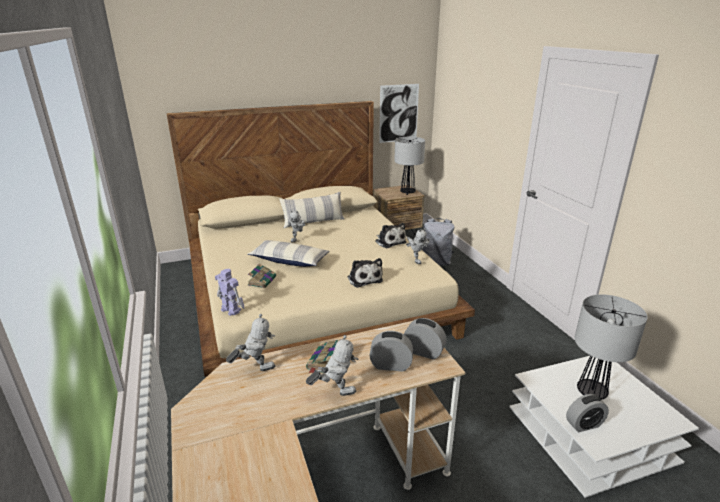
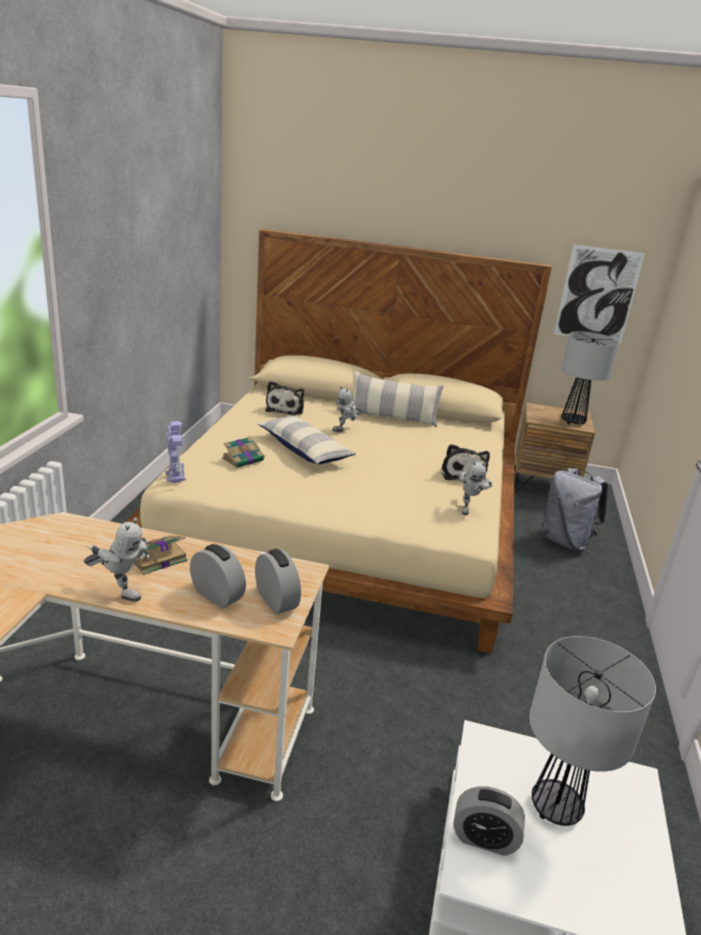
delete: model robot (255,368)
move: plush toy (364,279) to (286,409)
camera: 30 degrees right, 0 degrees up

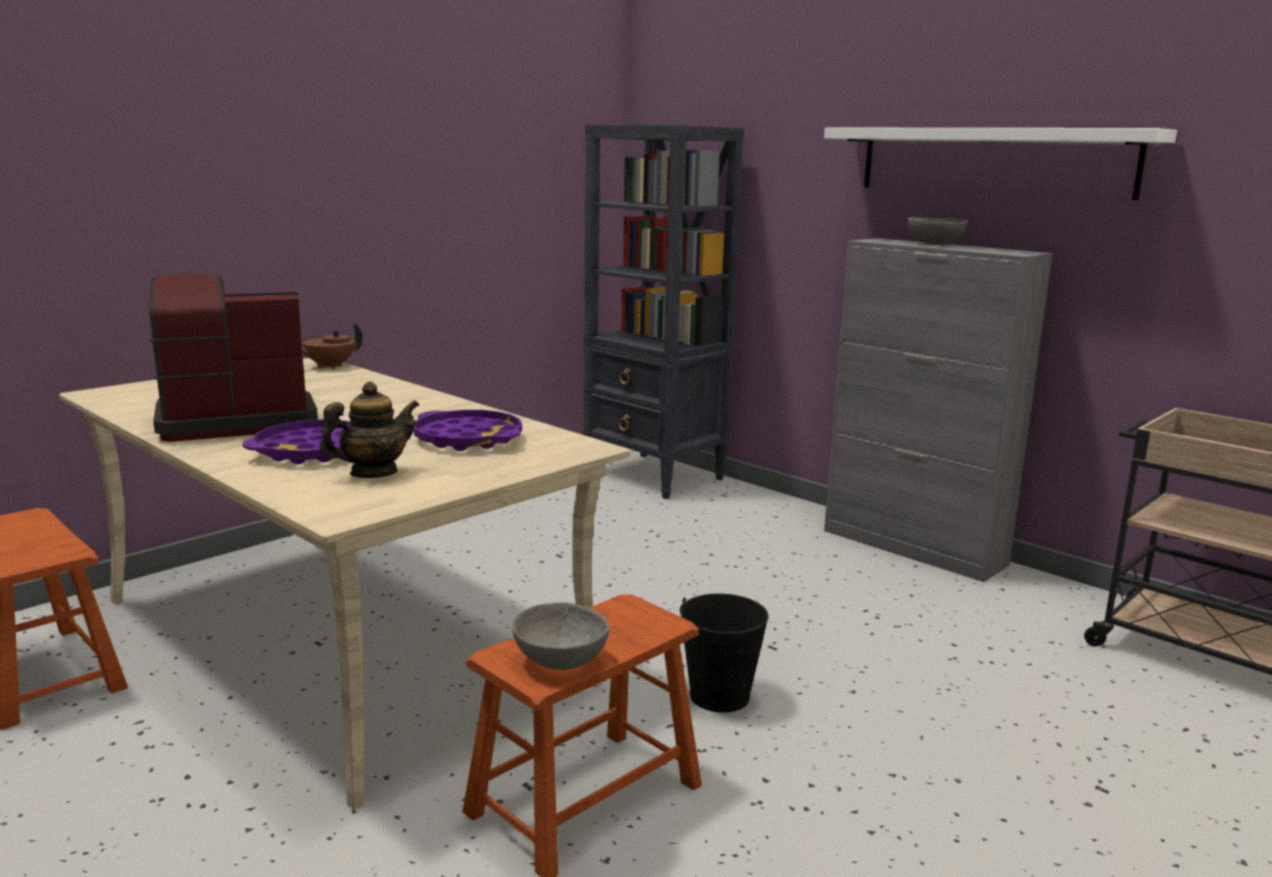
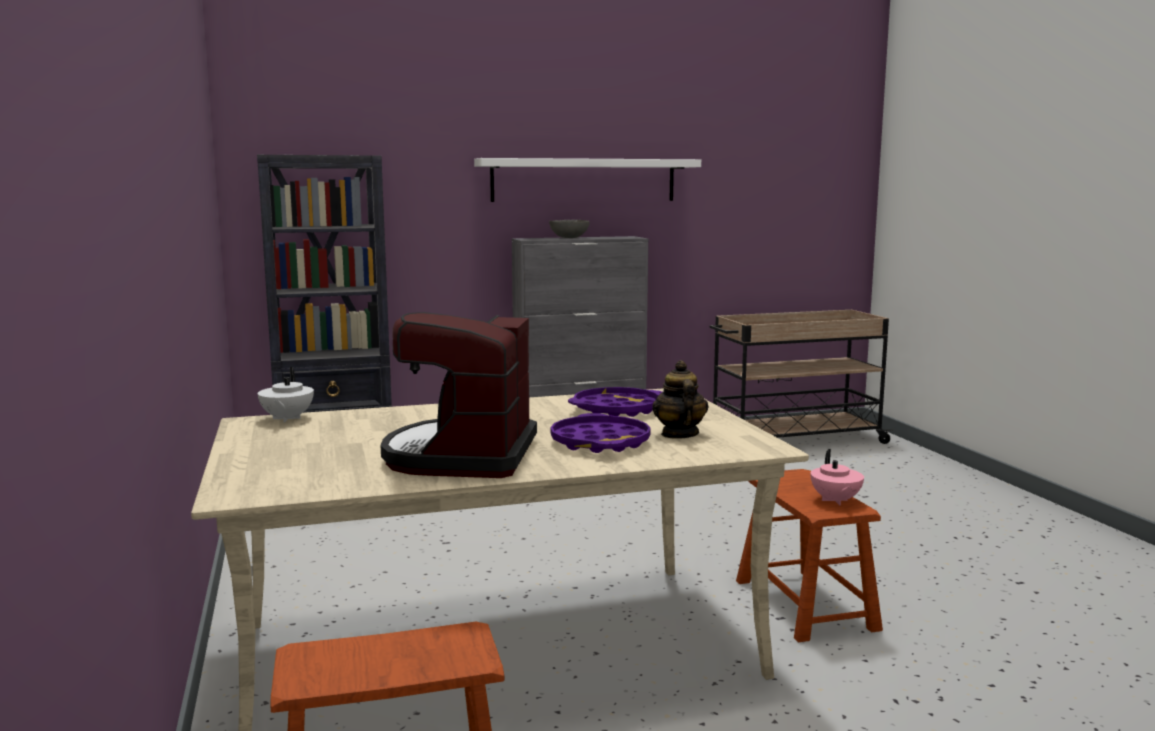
delete: blackish bucket (719,695)
replace: gray bowl (559,660) to pink-coloured teapot (835,501)
recolor: brown teapot (329,367) to white teapot (286,419)
camera: 60 degrees left, 5 degrees down

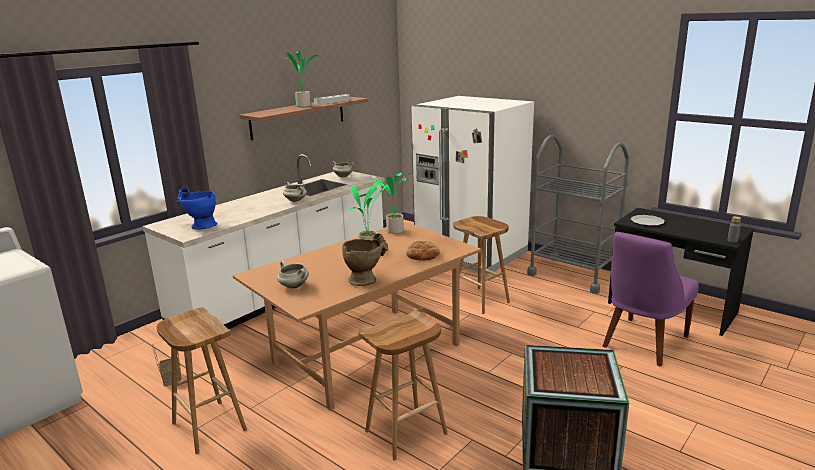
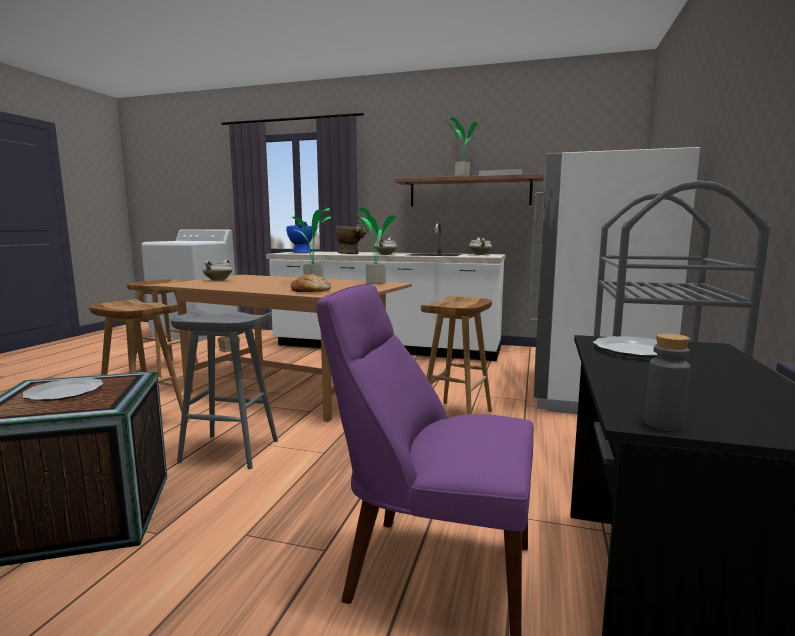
insert: gray stool (228,451); flat dish (65,392)
move: beige-coloured vase (366,279) to (351,254)
camera: 65 degrees right, 10 degrees down

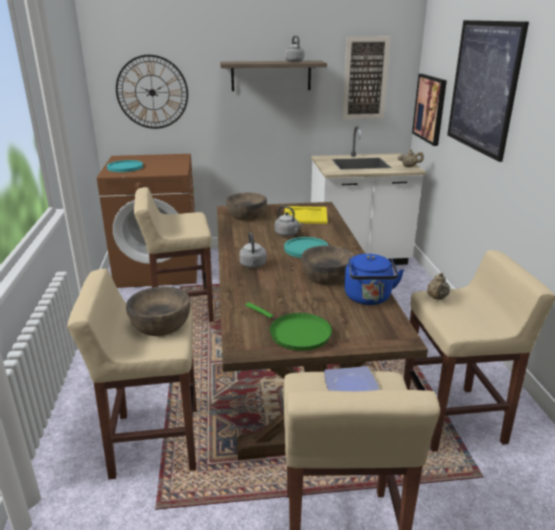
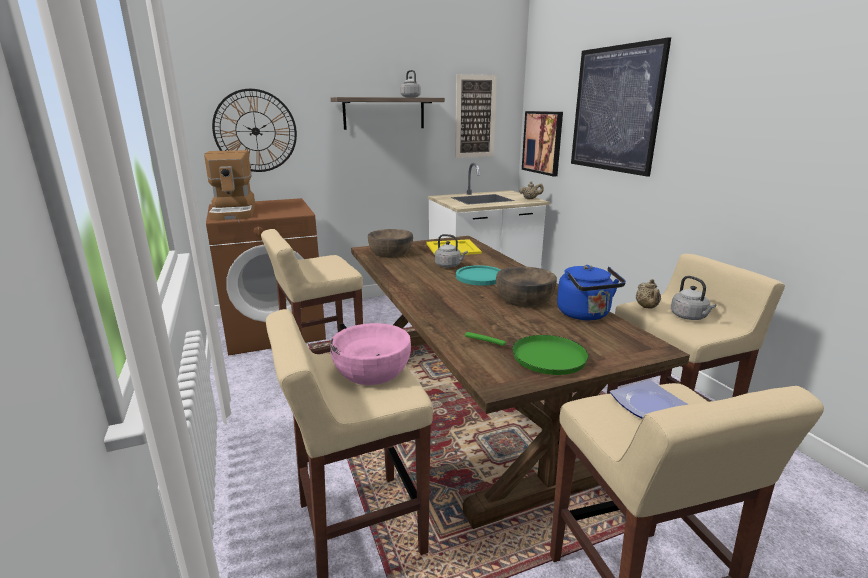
move: gray kettle (253,265) to (689,317)
replace: turquoise flat dish (125,167) to coffee maker (235,212)
recolor: brown bowl (160,324) to pink-coloured bowl (372,370)
camera: 15 degrees left, 5 degrees down

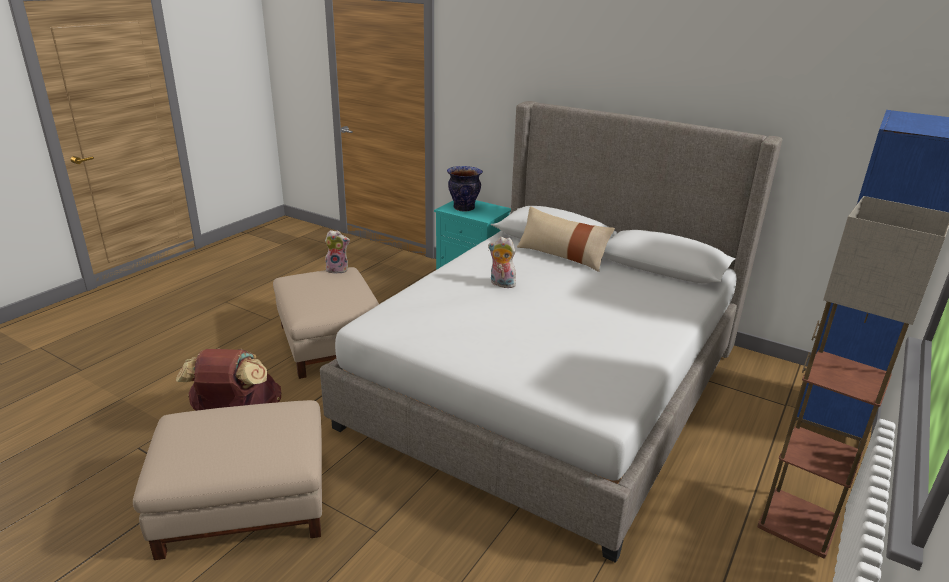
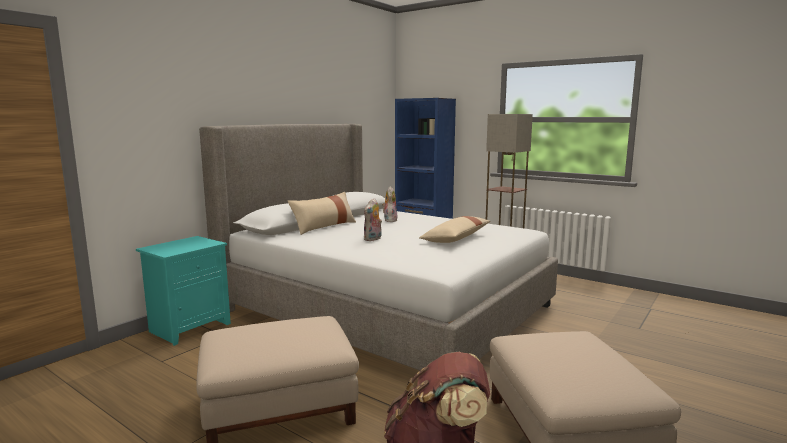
delete: vase (464,208)
insert: beige-coloured throw pillow (456,238)
move: plush toy (338,270) to (389,220)
camera: 85 degrees left, 15 degrees down

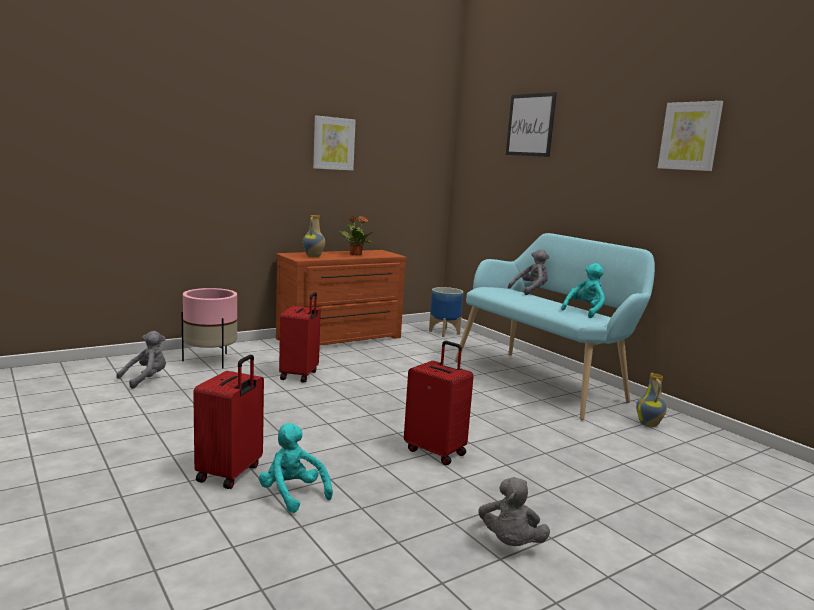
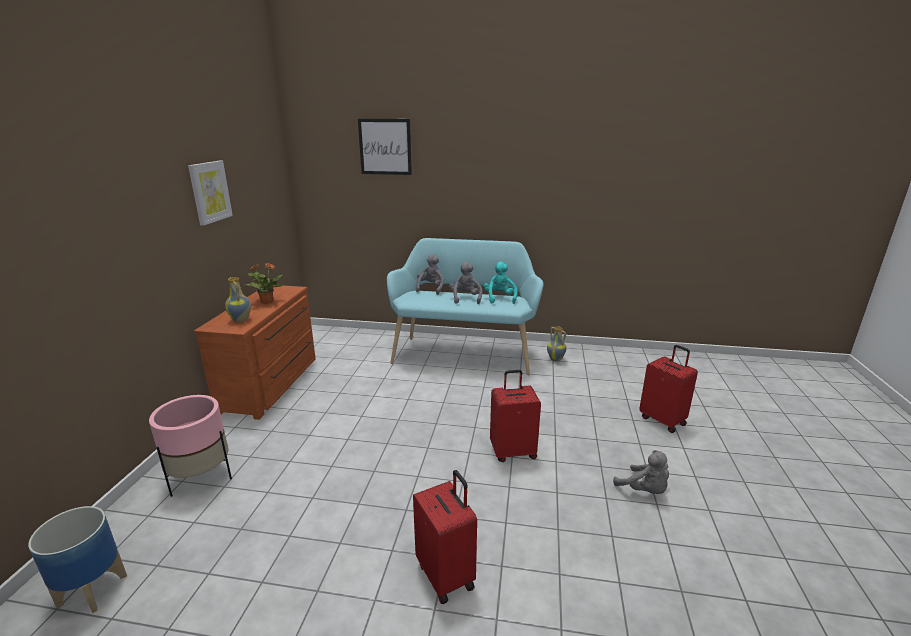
delete: picture (690,136); turquoise plush toy (292,494)
move: flower pot (443,332) to (91,590); red-coloured piece of luggage (300,375) to (663,420); gray plush toy (146,379) to (465,298)
camera: 45 degrees left, 10 degrees up

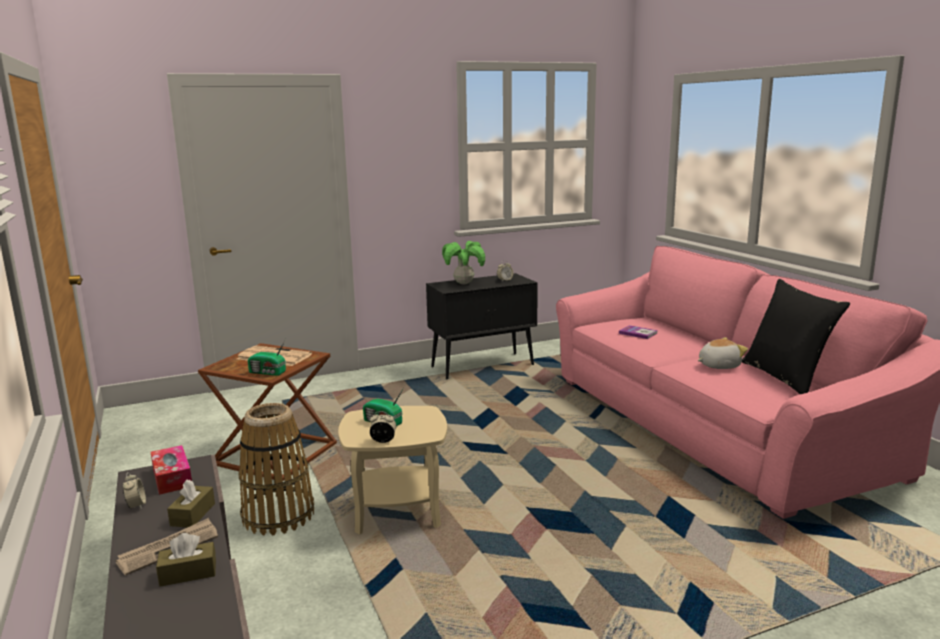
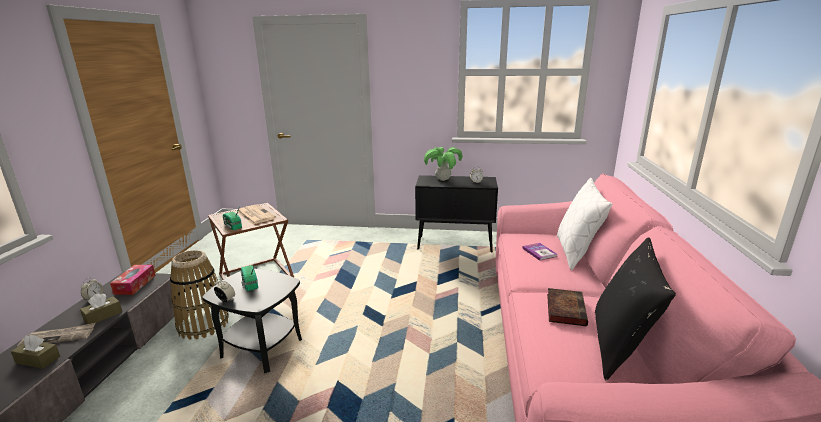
insert: white throw pillow (577,252)
replace: plush toy (718,366) to book (565,309)
recolor: beige-coloured side table (396,511) to blackish side table (261,348)
camera: 30 degrees right, 5 degrees up

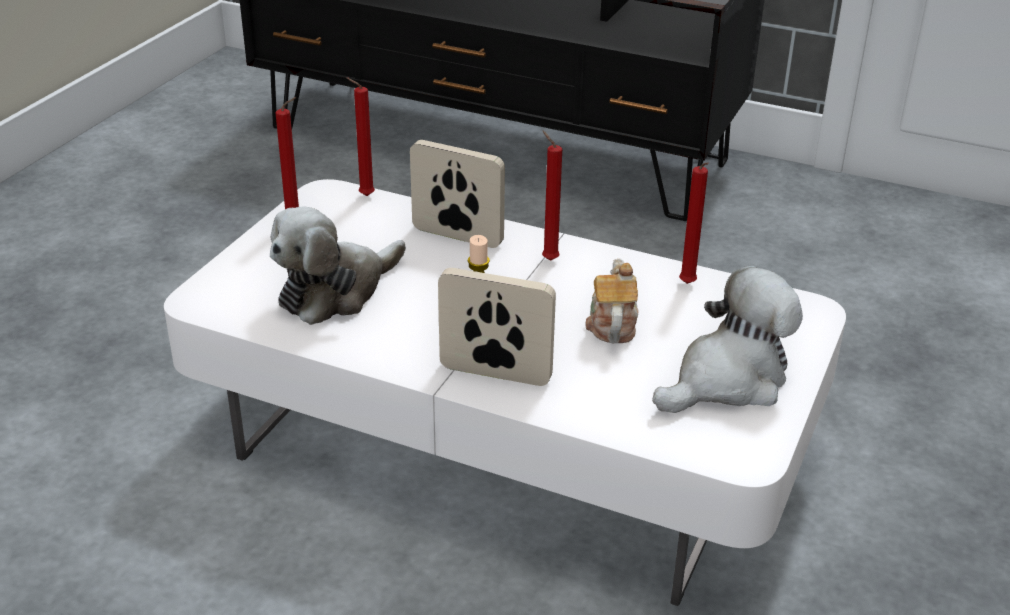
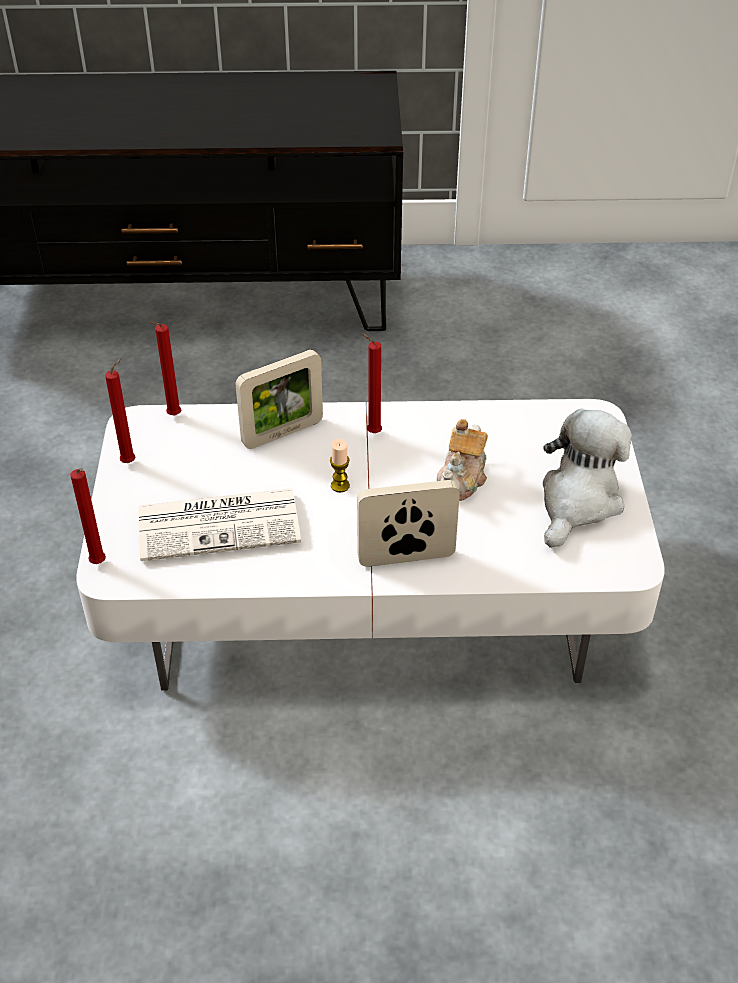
move: red-coloured wax light (688,285) to (99,564)
replace: plush toy (335,291) to newspaper (221,524)
rotate: picture frame (457,236) = (282,433) 150 degrees clockwise; teapot (612,324) = (462,479) 135 degrees counterclockwise
camera: 25 degrees left, 10 degrees up

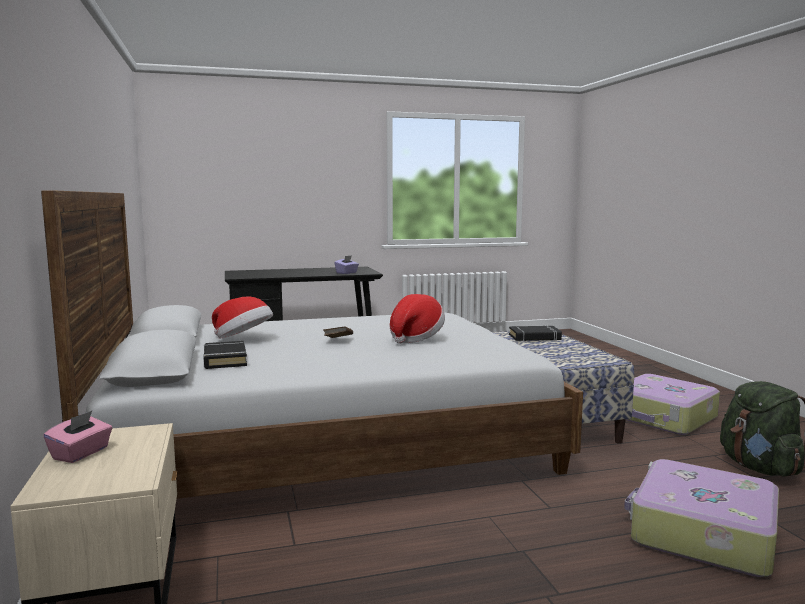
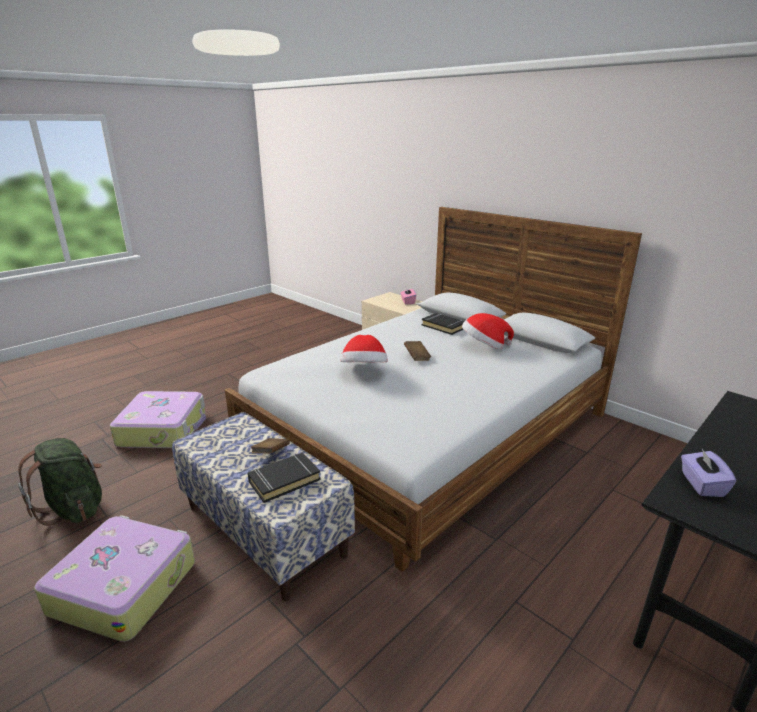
insert: brown book (271,453)
camera: 150 degrees right, 15 degrees up

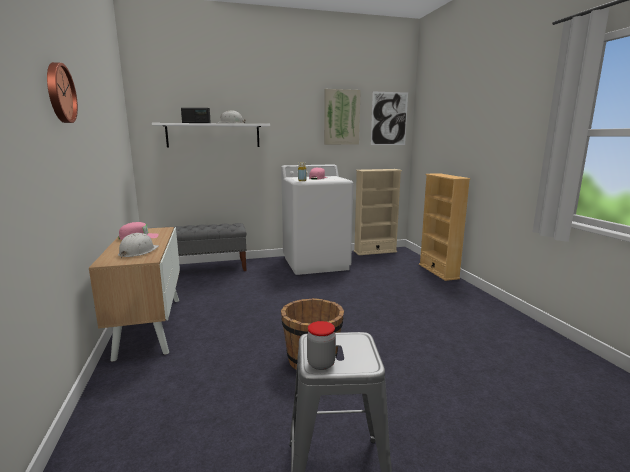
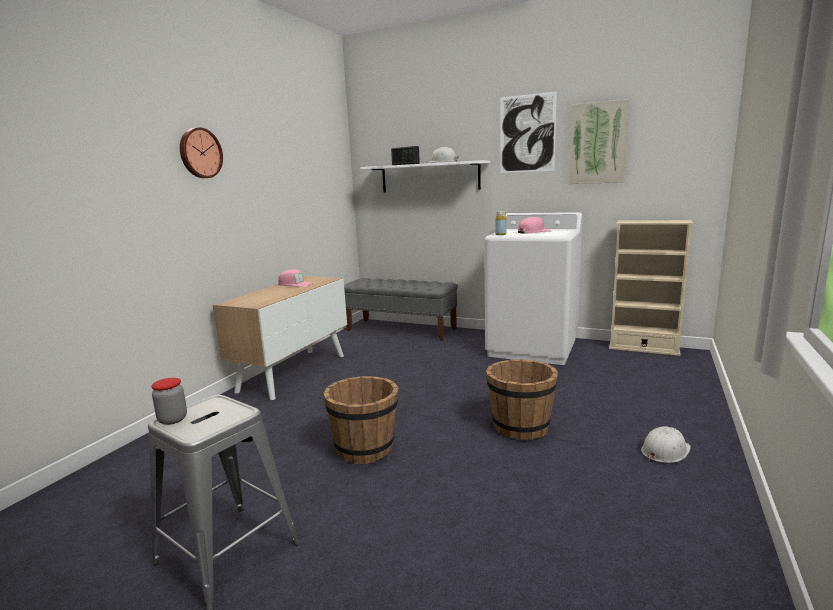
delete: beige-coloured bookshelf (438,271)
insert: brown bucket (520,427)
move: picture (389,119) to (527,133); white hard hat (138,252) to (665,451)
camera: 40 degrees right, 0 degrees up

